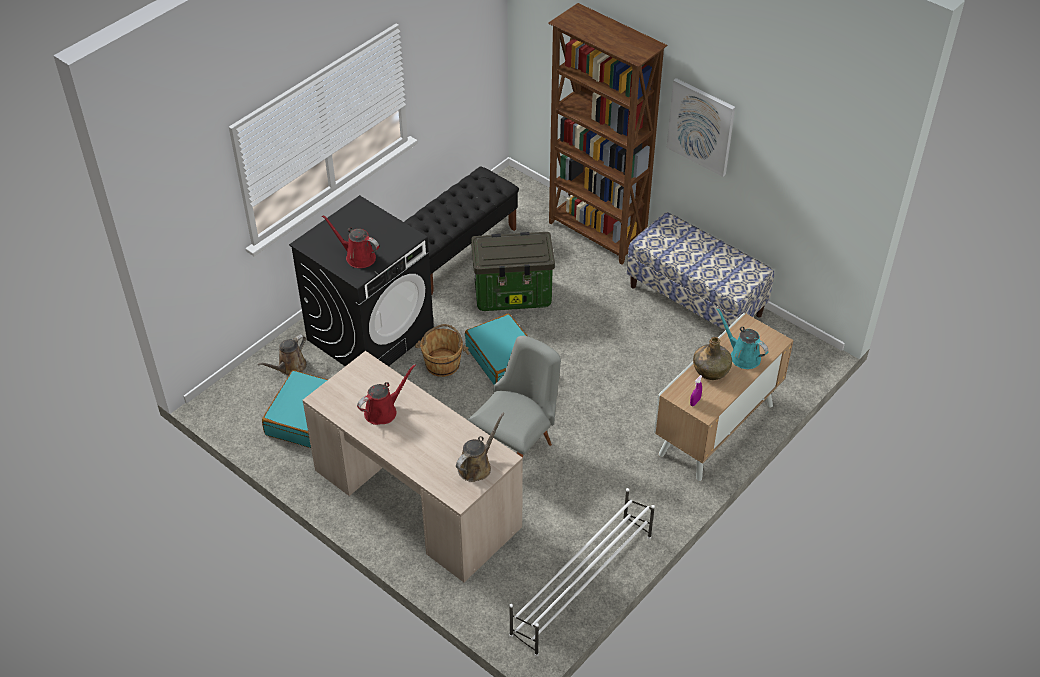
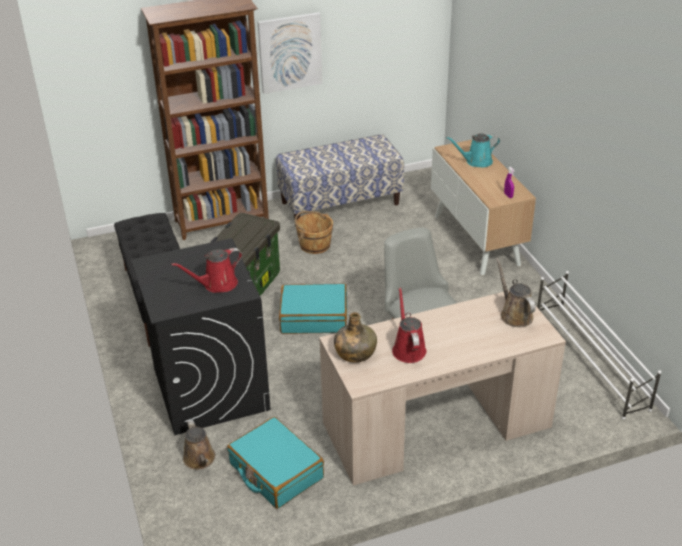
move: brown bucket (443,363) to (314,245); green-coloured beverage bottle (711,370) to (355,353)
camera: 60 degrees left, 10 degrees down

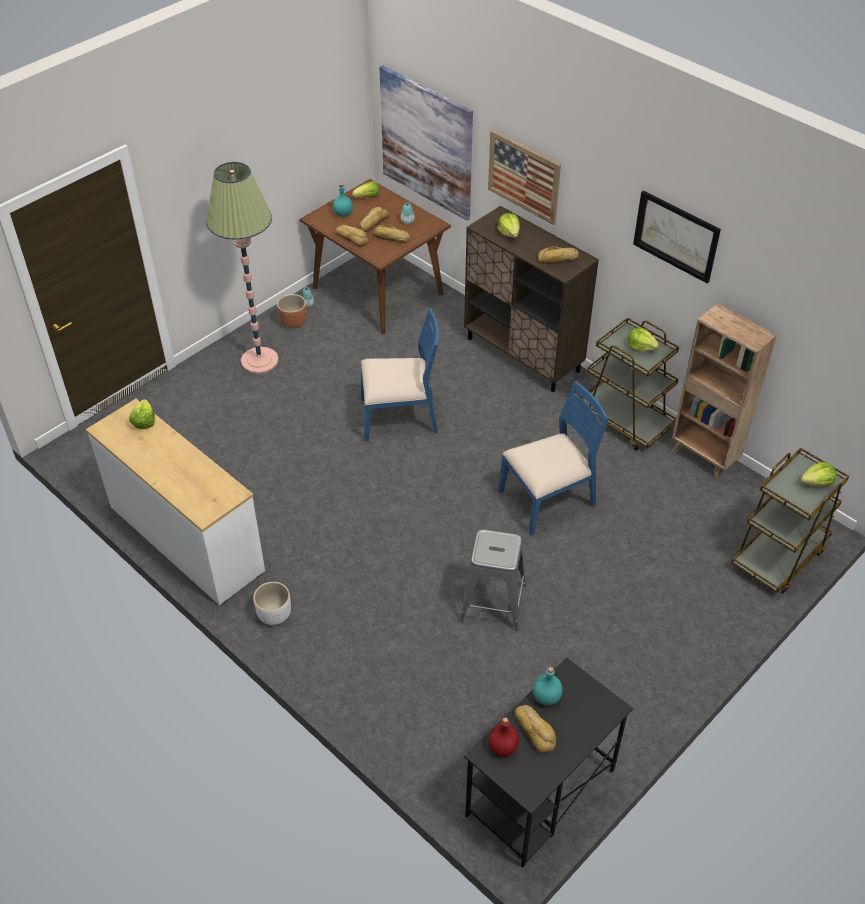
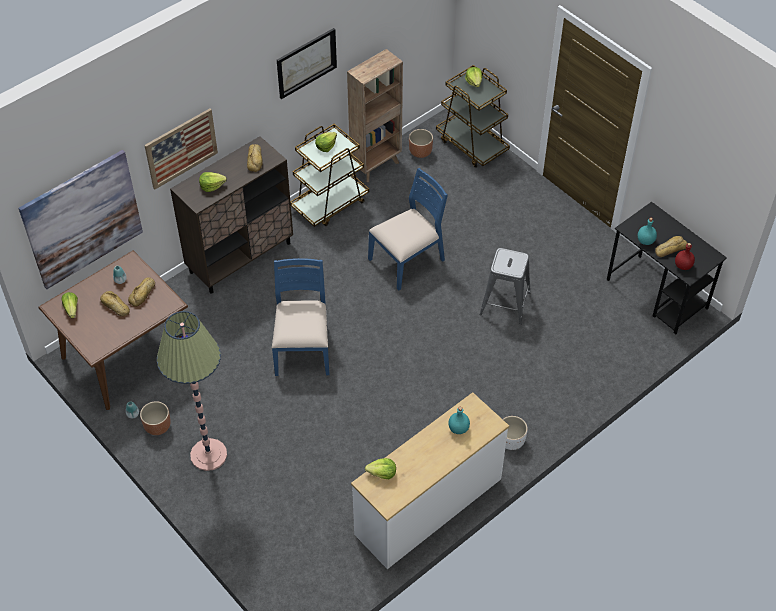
delete: bakery bread (352,238)
insert: brown flower pot (420,152)
move: turquoise beverage bottle (343,214) to (458,429)
rotate: blue chair (548,499) = (407,260) 75 degrees clockwise
camera: 85 degrees left, 5 degrees up

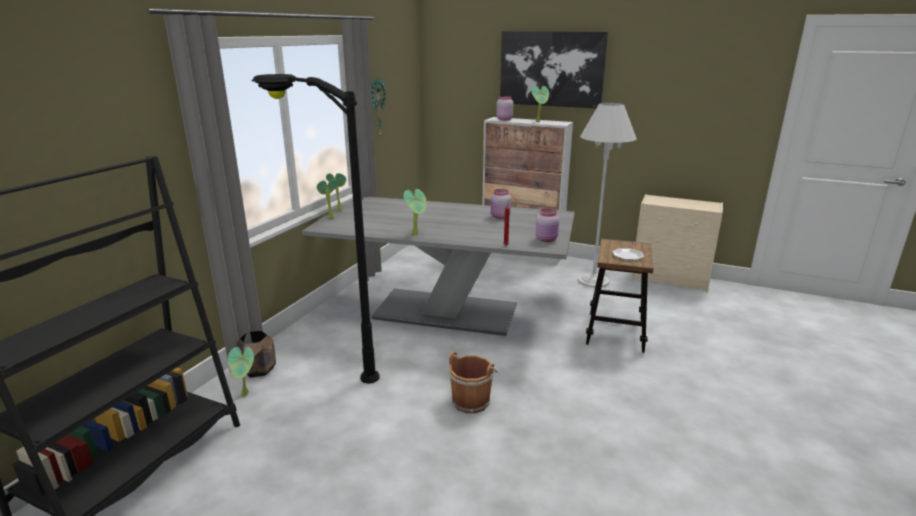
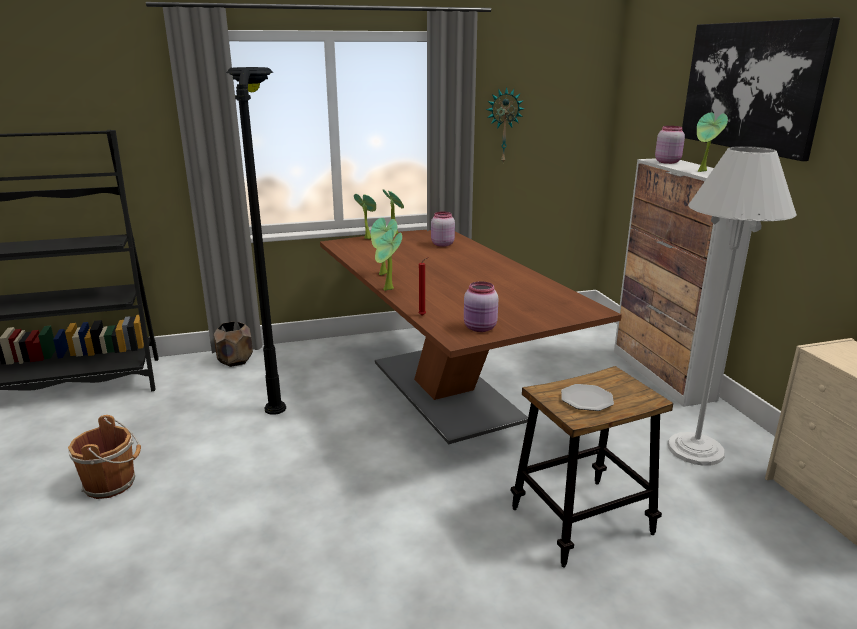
move: pink-coloured storage jar (500,217) to (442,244); houseplant (246,395) to (388,290); brown bucket (471,400) to (112,483)
recolor: gray dinner table (445,312) to brown dinner table (445,391)
camera: 50 degrees right, 0 degrees up

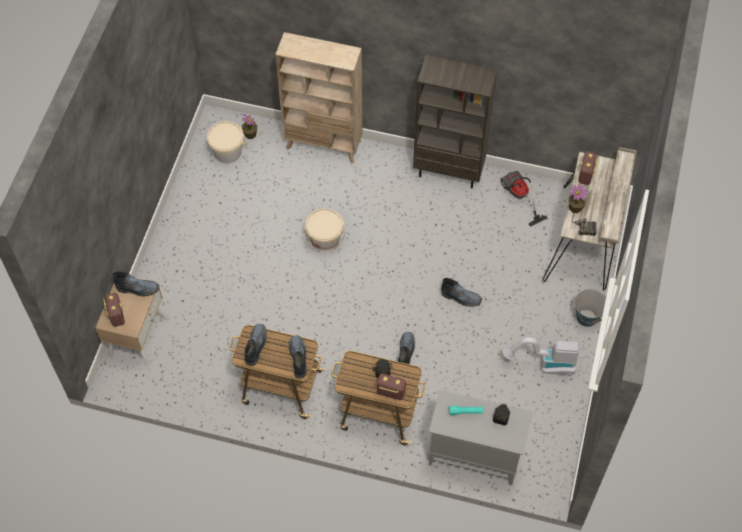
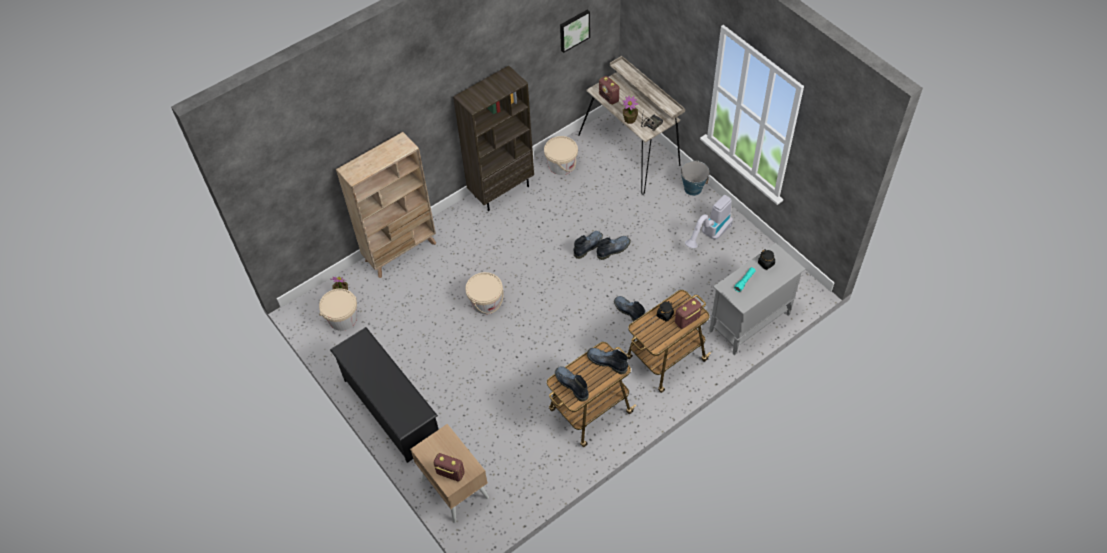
insert: picture (574,30); blackish shoe stand (391,409)
move: high-top boot (138,288) to (588,246)
replace: hoover (518,197) to beige-coloured bucket (561,165)
camera: 50 degrees left, 5 degrees down

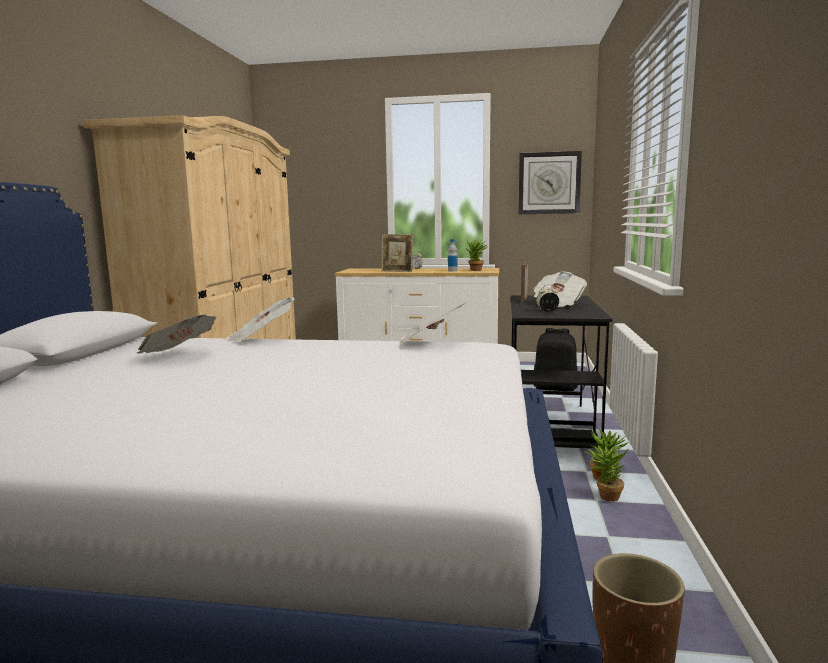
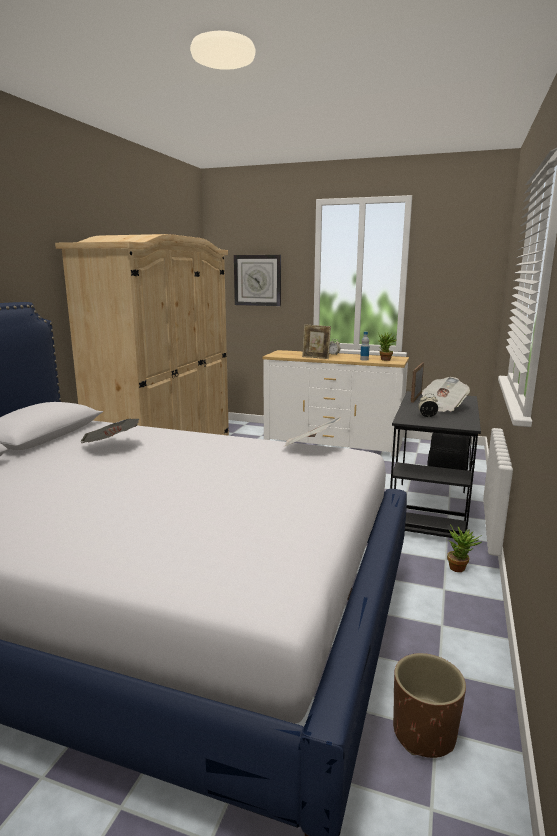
delete: newspaper (260,338); houseplant (605,496)
move: clock on the wall (549,183) to (257,280)
camera: 10 degrees right, 5 degrees up

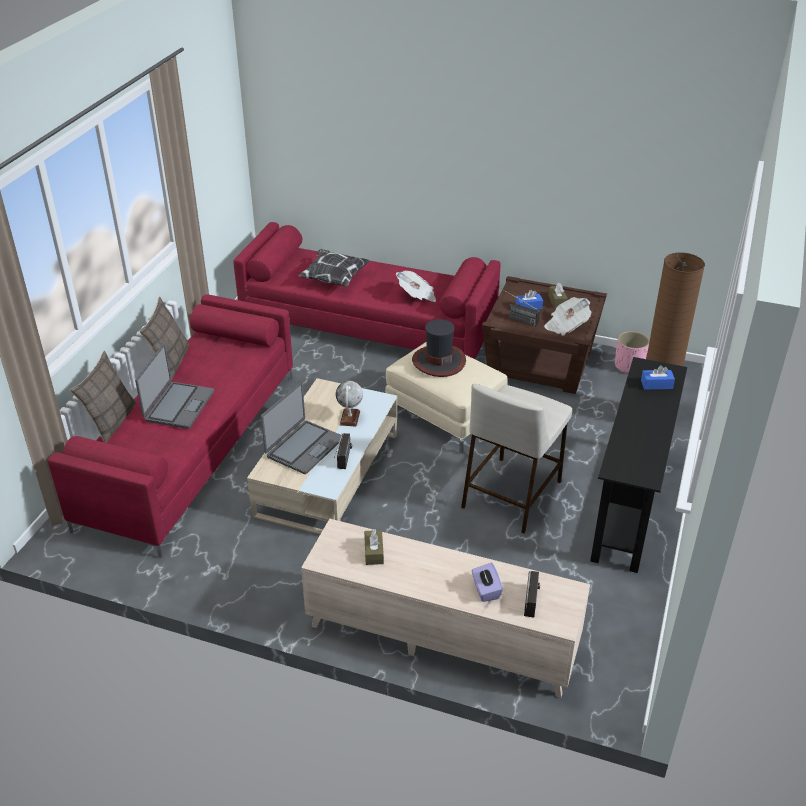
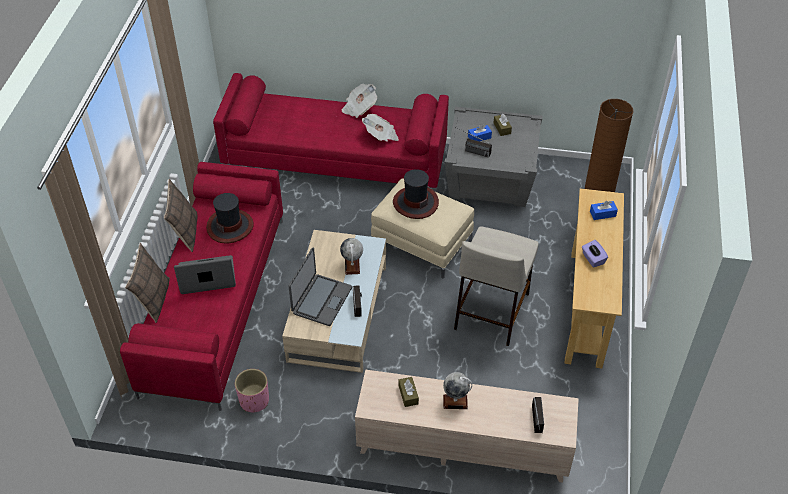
delete: throw pillow (334,279)
insert: clothing hat (230,226); world globe (455,401)
move: newspaper (566,326) to (359,108); pink-coloured flower pot (629,366) to (254,400); purplish tissue box (485,590) to (593,259)
recolor: brown side table (540,363) to gray side table (490,179); blackish console table (630,505) to beige-coloured console table (586,308)
rotate: portable computer (178,406) = (207,277) 105 degrees counterclockwise
camera: 10 degrees left, 10 degrees up

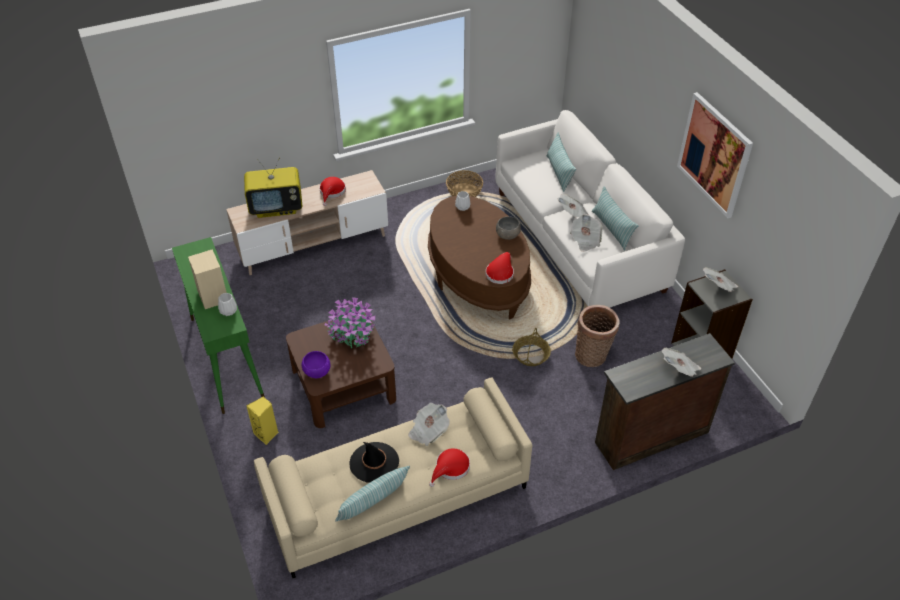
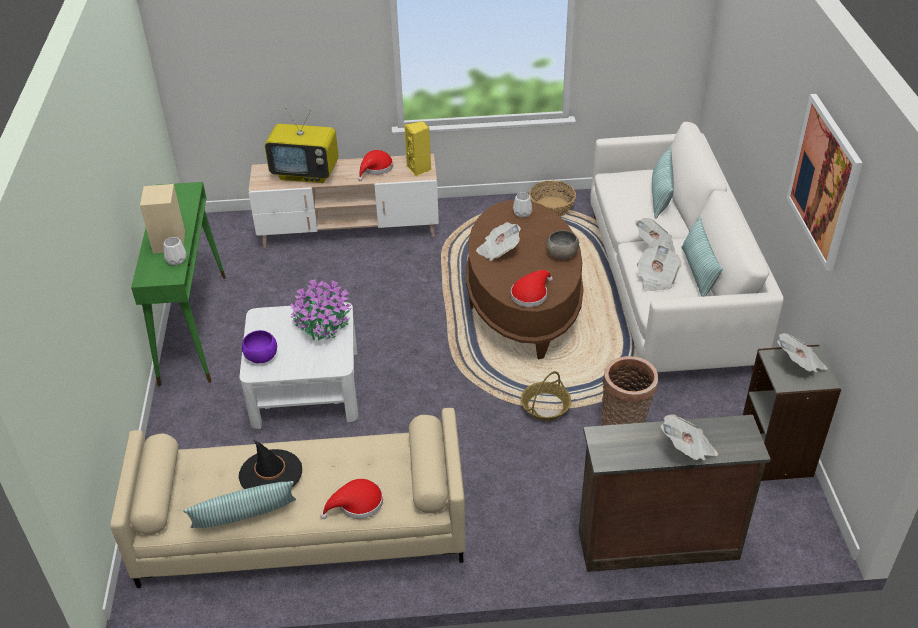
move: yellow speaker (267,434) to (419,169); newspaper (428,430) to (498,250)
recolor: brown coffee table (343,385) to white coffee table (305,387)
camera: 20 degrees right, 5 degrees down

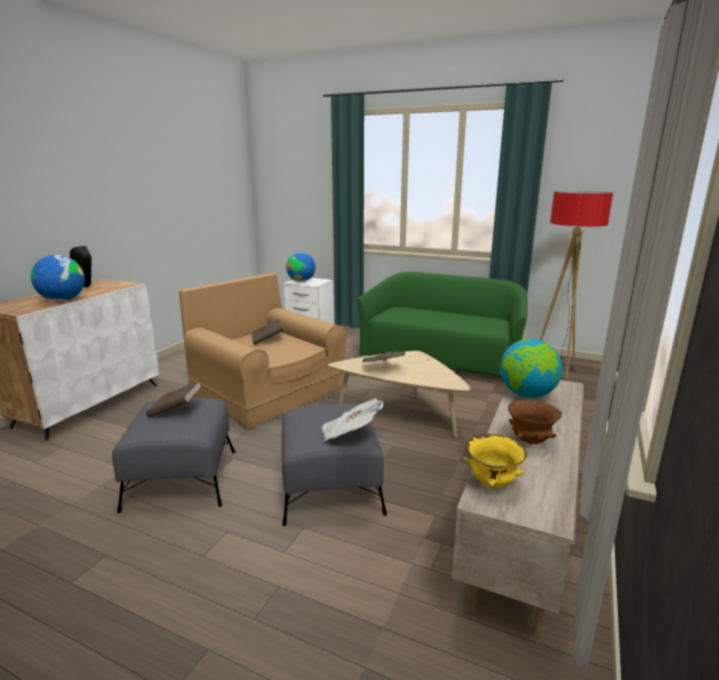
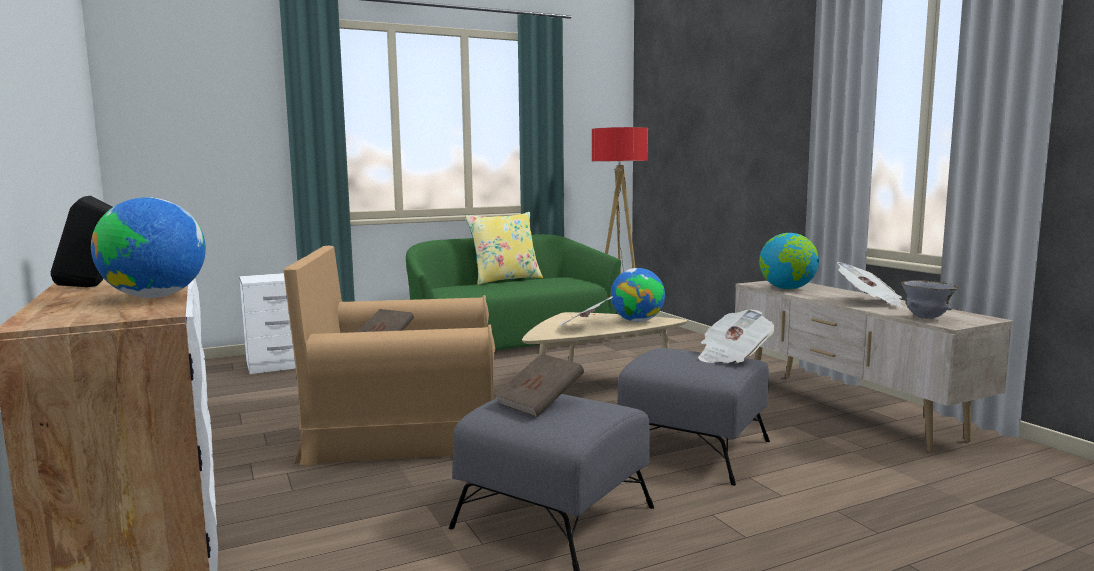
insert: yellow throw pillow (505,280)
move: world globe (301,281) to (637,321)
replace: brown bowl (530,441) to newspaper (870,302)
recolor: yellow bowl (491,483) to gray bowl (926,318)
camera: 50 degrees left, 10 degrees down

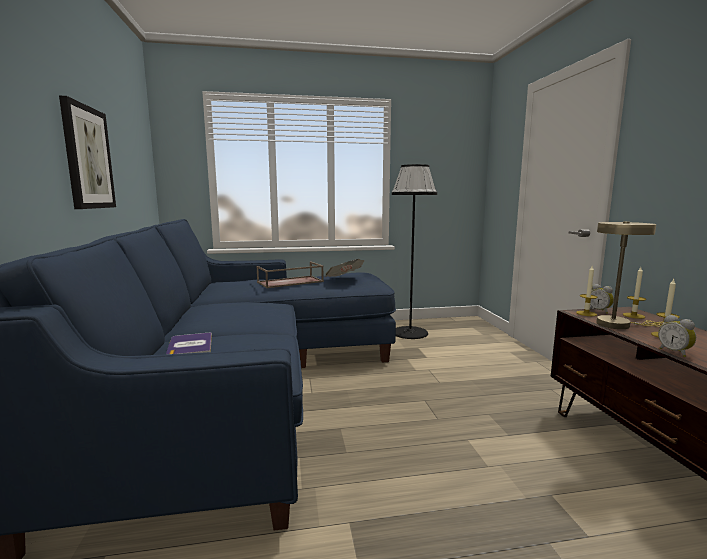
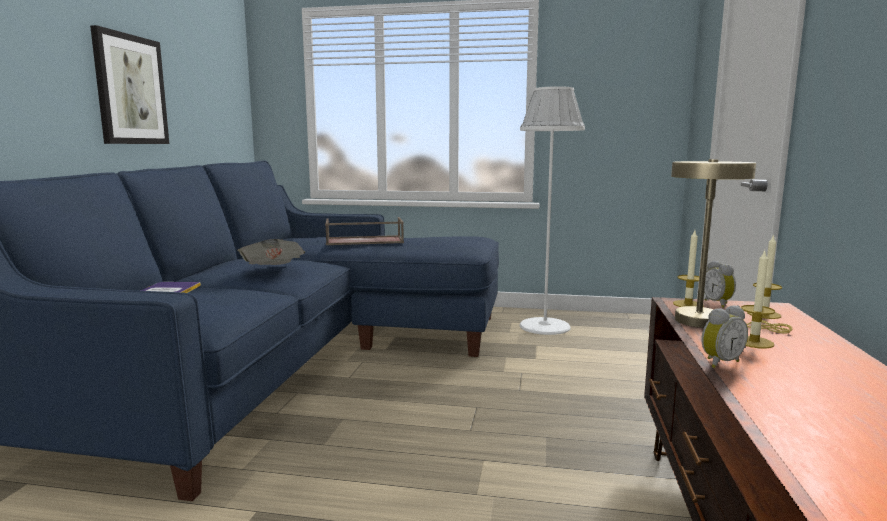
move: newspaper (344,279) to (273,271)
recolor: blackish floor lamp (410,332) to white floor lamp (545,326)
rotate: bedside clock (675,352) = (719,362) 120 degrees counterclockwise
camera: 20 degrees right, 0 degrees up

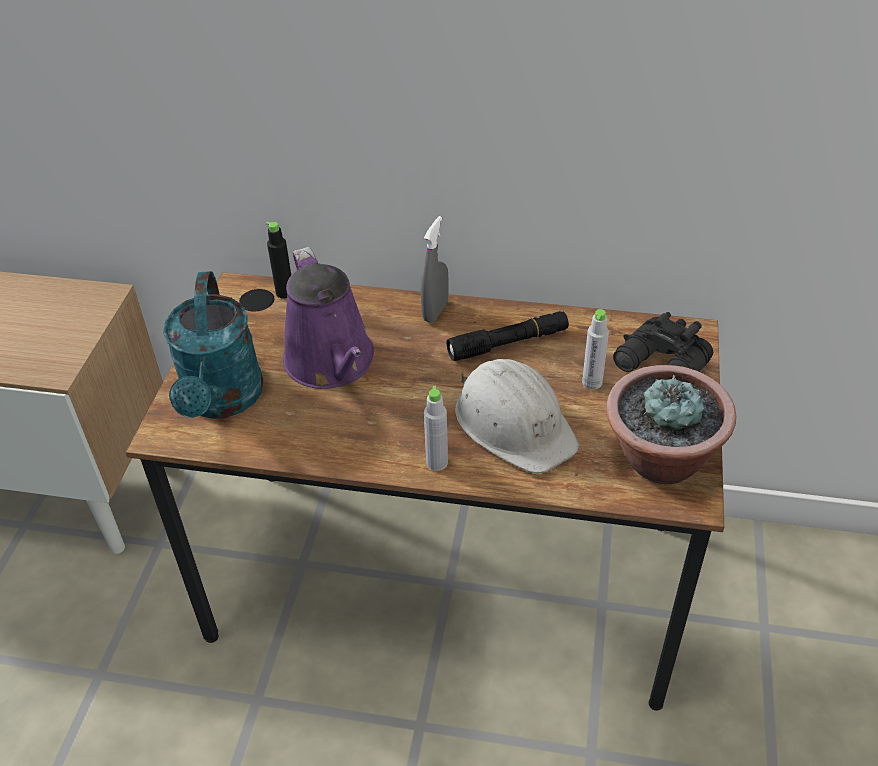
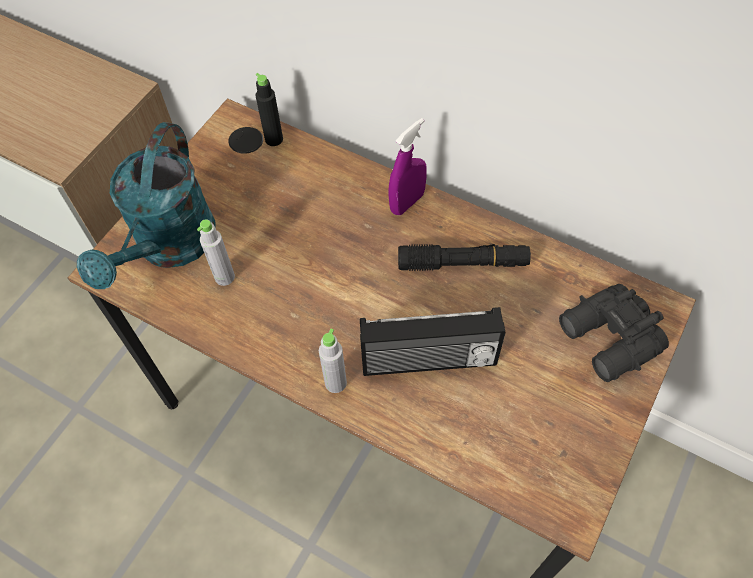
delete: purplish watering can (332,364); houseplant (660,460)
move: gray beverage bottle (592,382) to (224,277)
replace: white hard hat (514,423) to radio (429,361)
recolor: gray spray bottle (435,311) to purplish spray bottle (407,203)
camera: 20 degrees right, 15 degrees up

